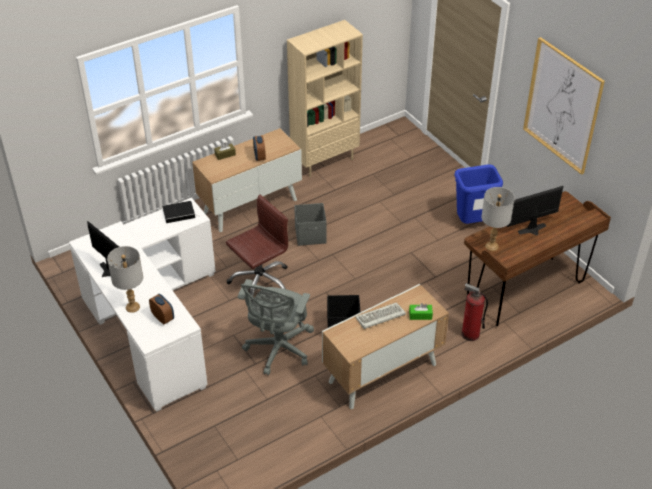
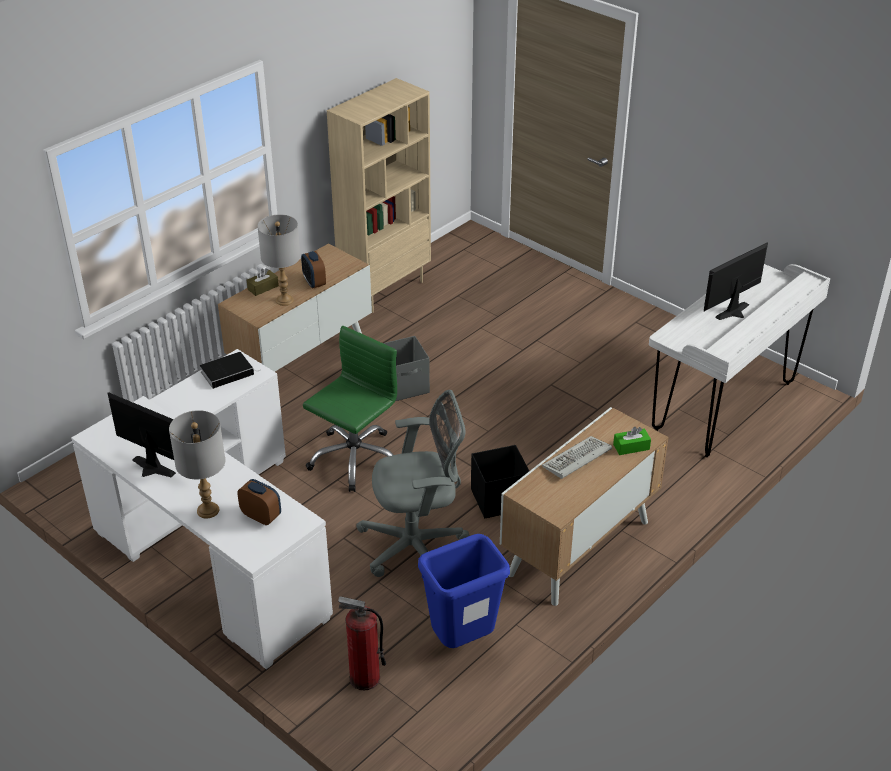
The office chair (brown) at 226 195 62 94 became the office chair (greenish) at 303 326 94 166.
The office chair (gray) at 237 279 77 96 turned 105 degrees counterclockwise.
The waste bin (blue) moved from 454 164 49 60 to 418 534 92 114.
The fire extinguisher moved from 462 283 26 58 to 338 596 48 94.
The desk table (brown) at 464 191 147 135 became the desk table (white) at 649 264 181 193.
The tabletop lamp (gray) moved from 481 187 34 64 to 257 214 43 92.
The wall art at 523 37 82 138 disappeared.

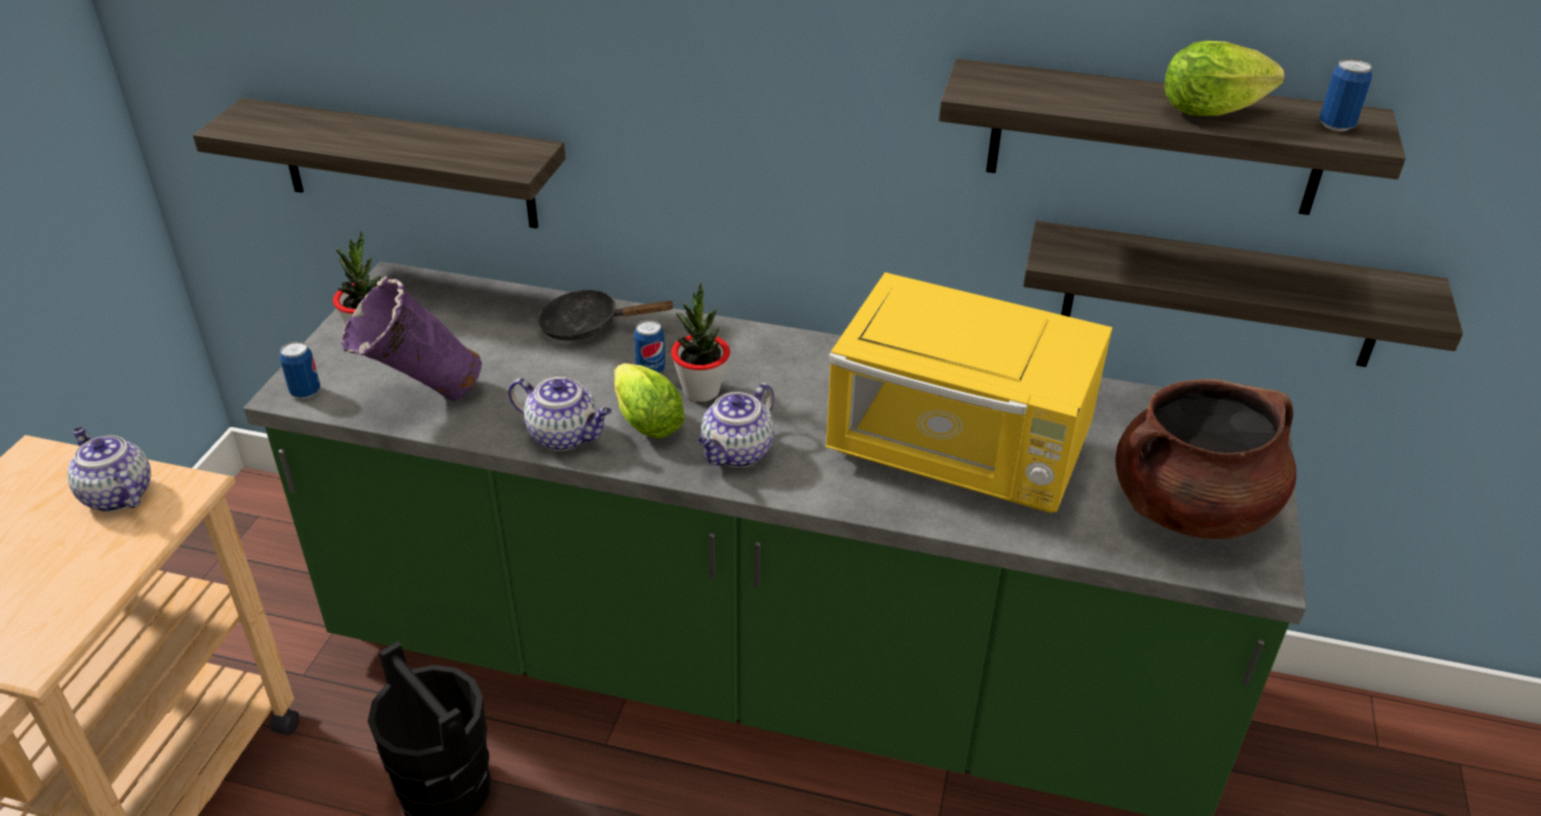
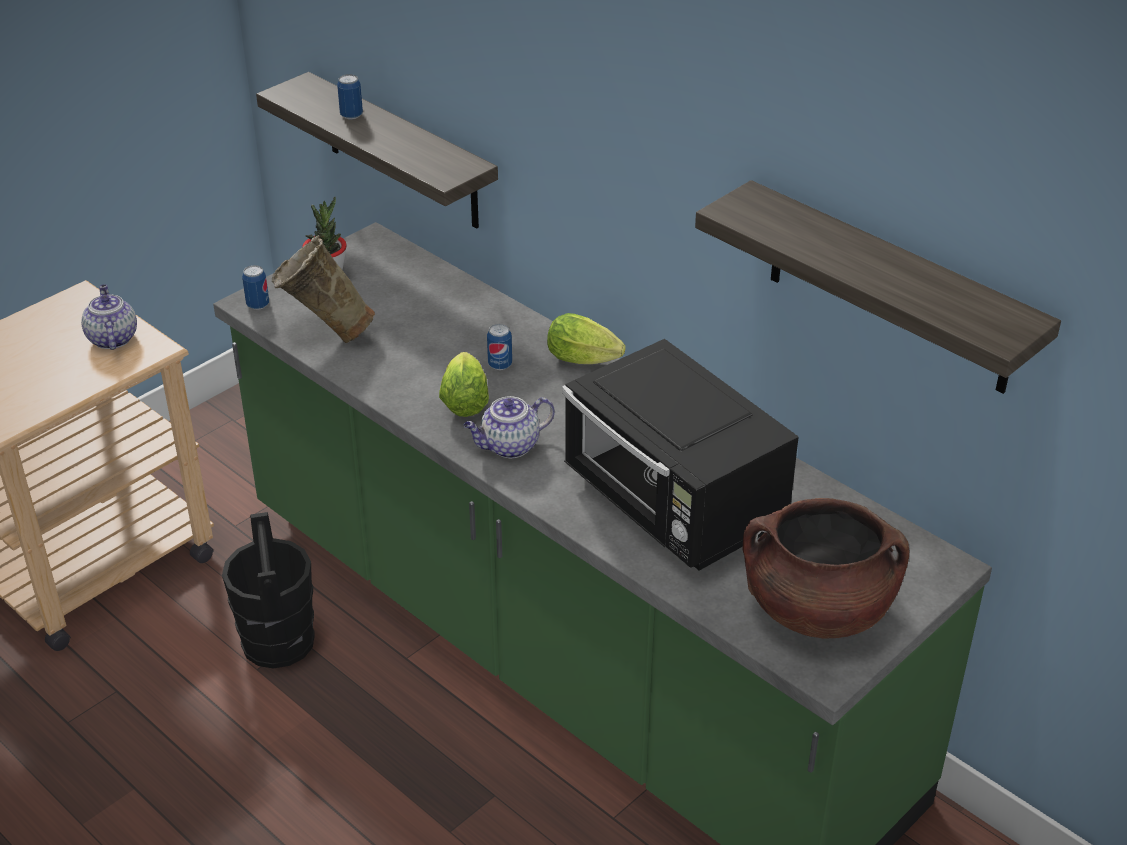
The vase (purple-coloured) at 341 276 141 125 became the vase (sand-coloured) at 272 235 103 108.
The pot for tea at 508 377 104 74 disappeared.
The pan (blackish) at 537 289 138 52 disappeared.
The houseplant at 671 283 59 119 disappeared.
The microwave oven (yellowish) at 825 272 288 241 became the microwave oven (blackish) at 562 339 237 232.
The bracket shelf at 1023 221 440 146 disappeared.
The lettuce moved from 1165 41 120 75 to 547 313 79 51.
The can moved from 1319 58 53 73 to 337 74 26 45.

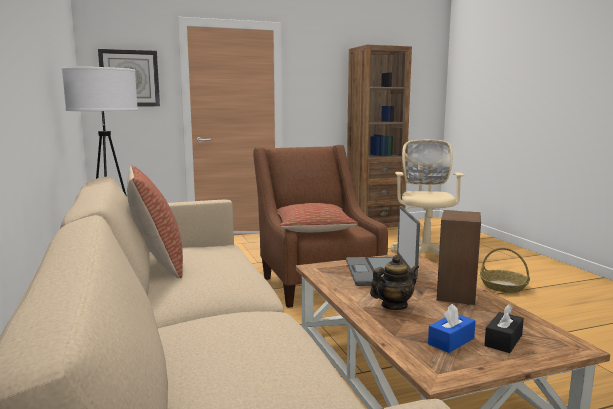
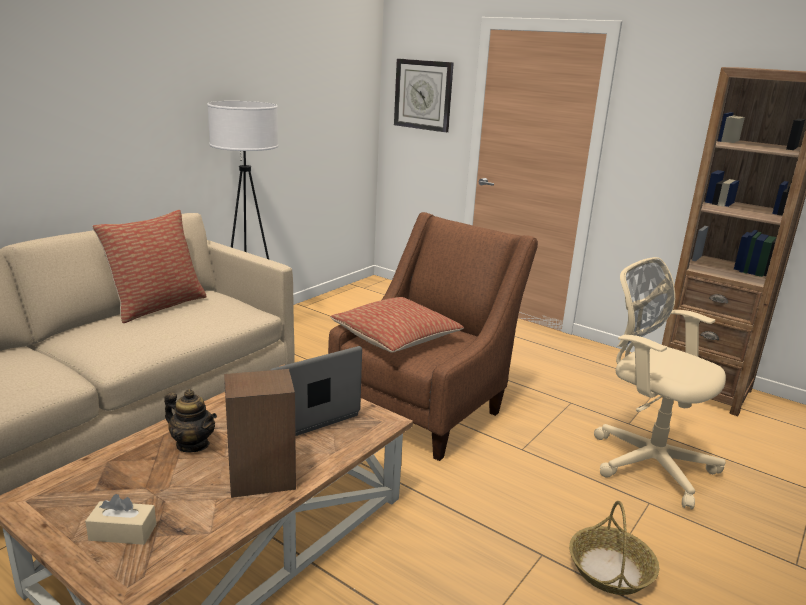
The office chair (sand-coloured) at 390 139 74 116 turned 105 degrees counterclockwise.
The tissue box (blue) at 428 304 48 49 disappeared.
The tissue box (blackish) at 484 304 40 49 became the tissue box (sand-coloured) at 85 494 71 51.

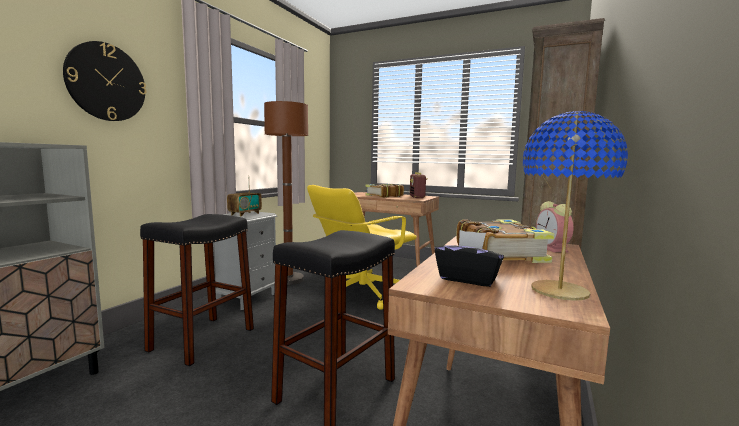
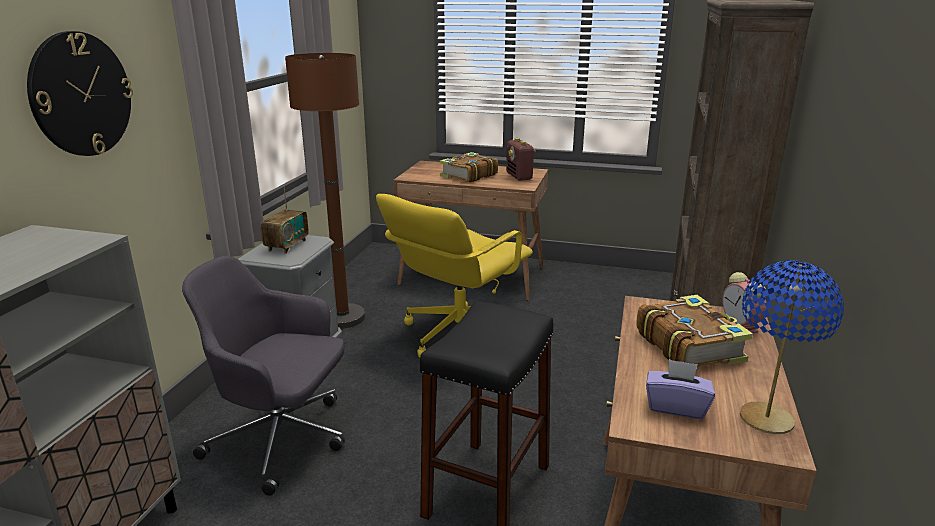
The sitting stool (blackish) at 140 214 114 152 was replaced by the office chair (gray) at 182 256 163 240.
The tissue box (blackish) at 435 230 69 57 became the tissue box (purple-coloured) at 646 359 69 60.

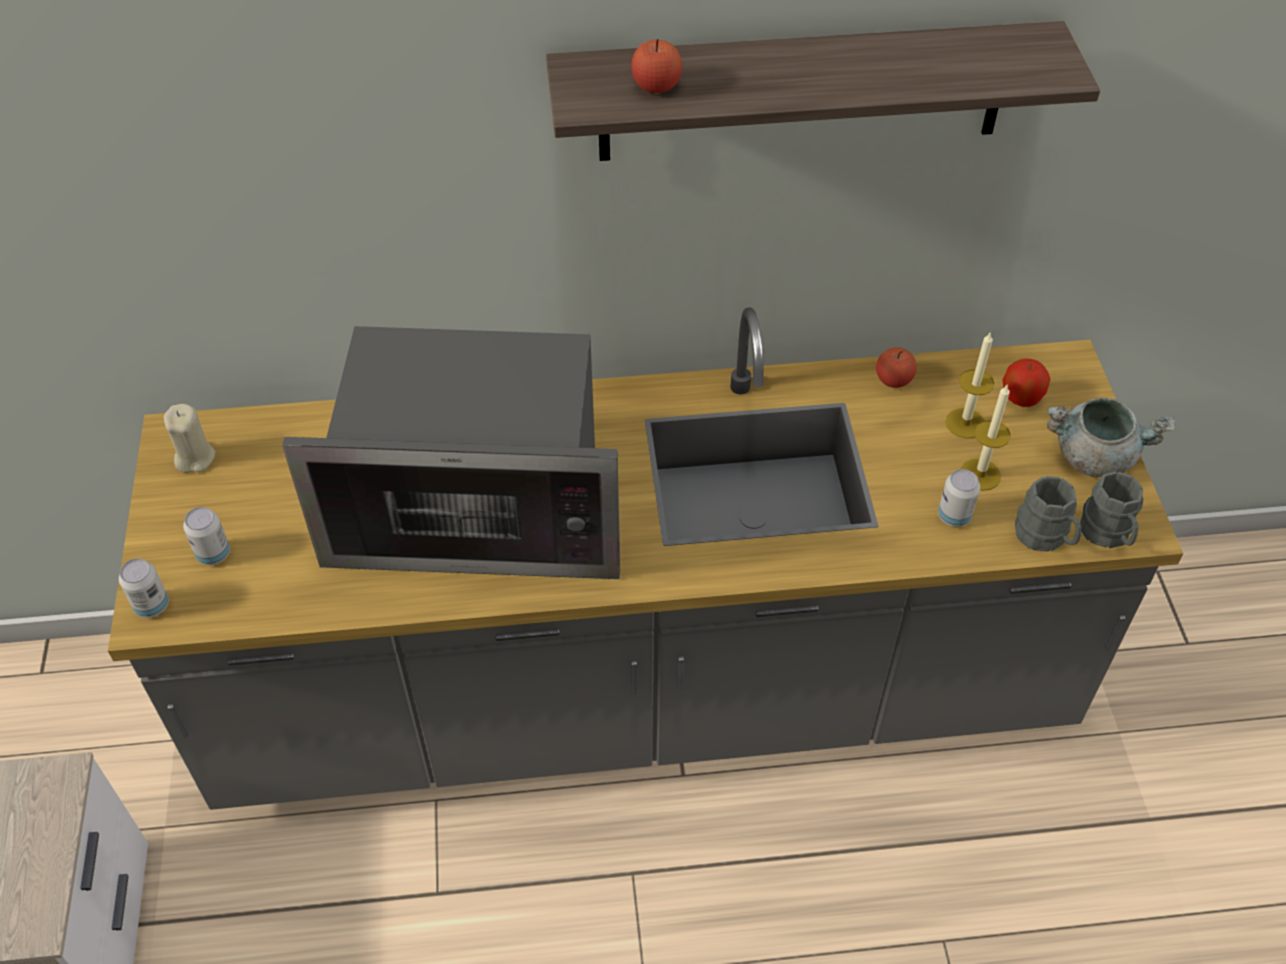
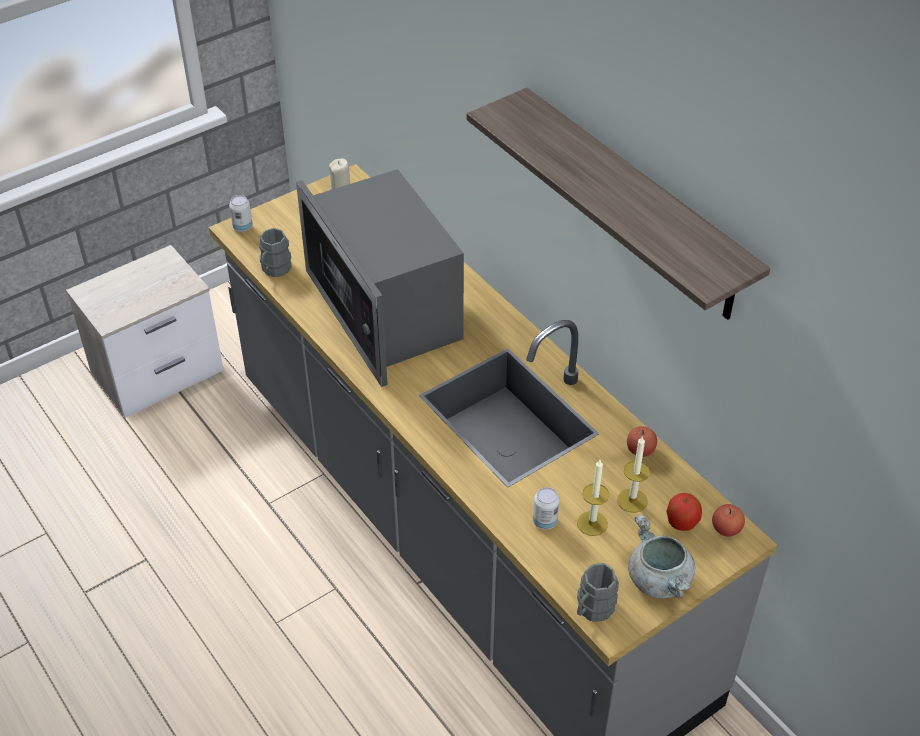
The can at 183 507 47 58 disappeared.
The apple fruit moved from 631 39 51 54 to 712 504 33 33.
The tea mug (gray) moved from 1015 476 66 76 to 259 228 33 49.

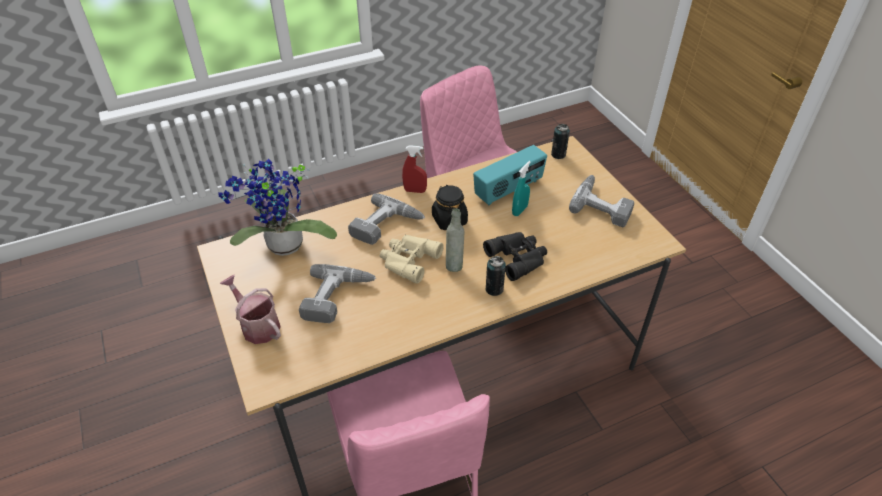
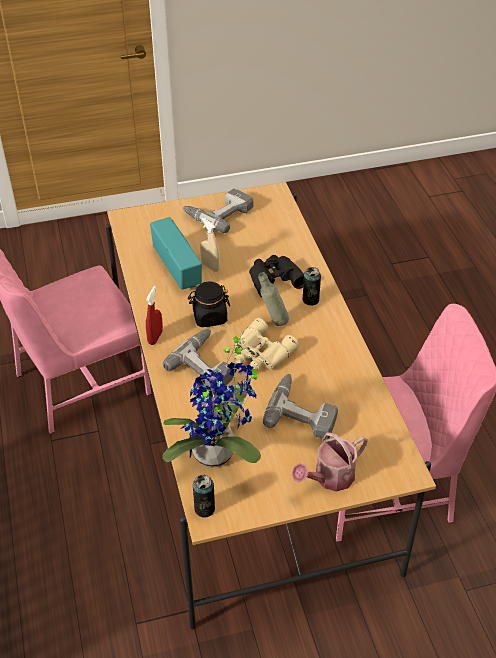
The hand sprayer (turquoise) at 512 161 19 55 became the hand sprayer (sand-coloured) at 200 217 20 55.
The can moved from 551 124 19 35 to 193 475 22 43.

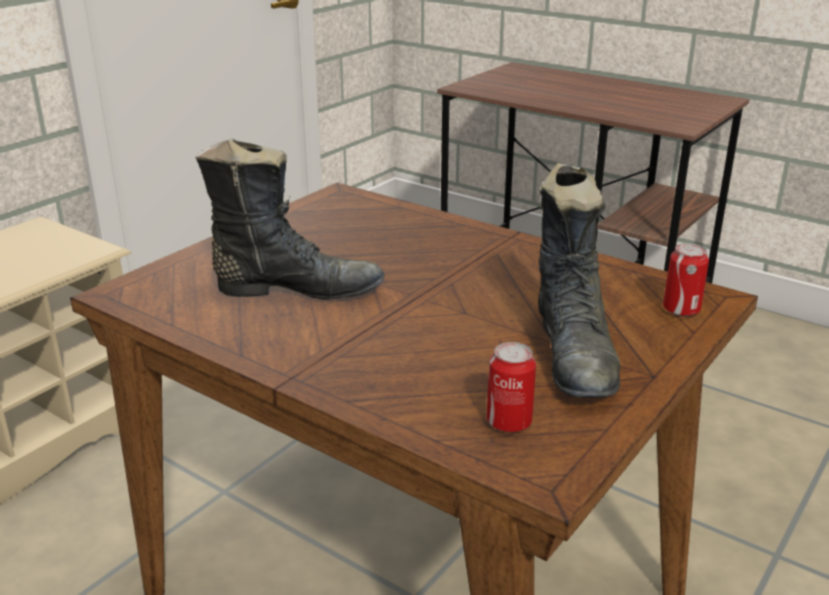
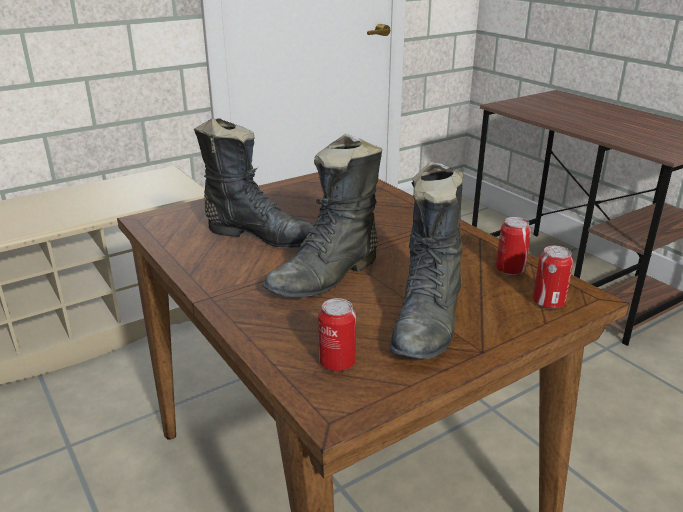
The boot (blackish) at 262 133 120 164 appeared.
The can at 496 217 35 58 appeared.

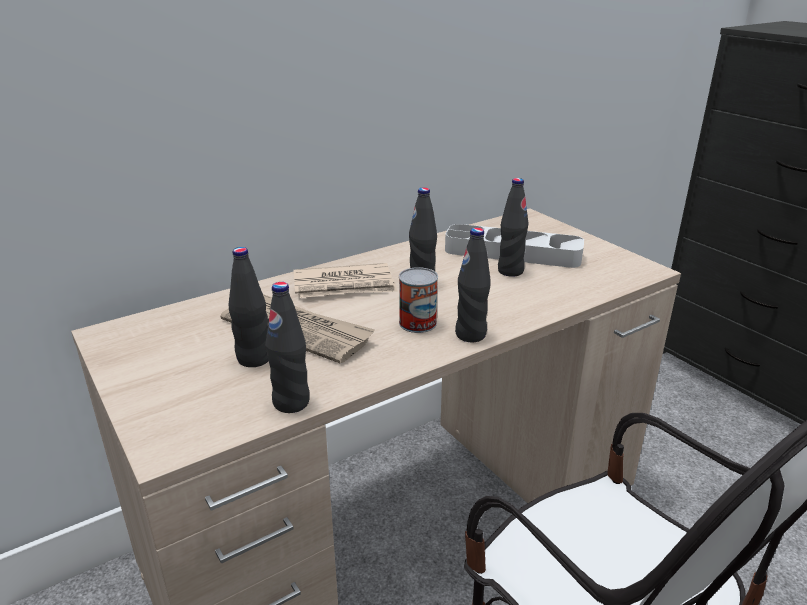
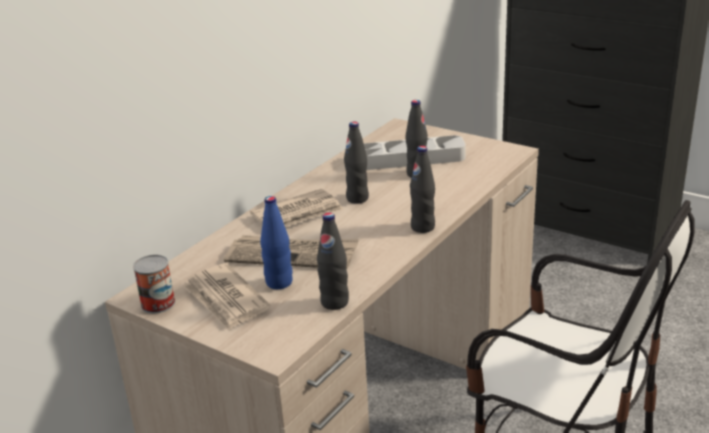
The drink bottle (blackish) at 228 247 40 120 became the drink bottle (blue) at 260 196 33 93.
The can moved from 399 267 39 66 to 133 255 42 59.
The daily paper at 183 263 87 68 appeared.

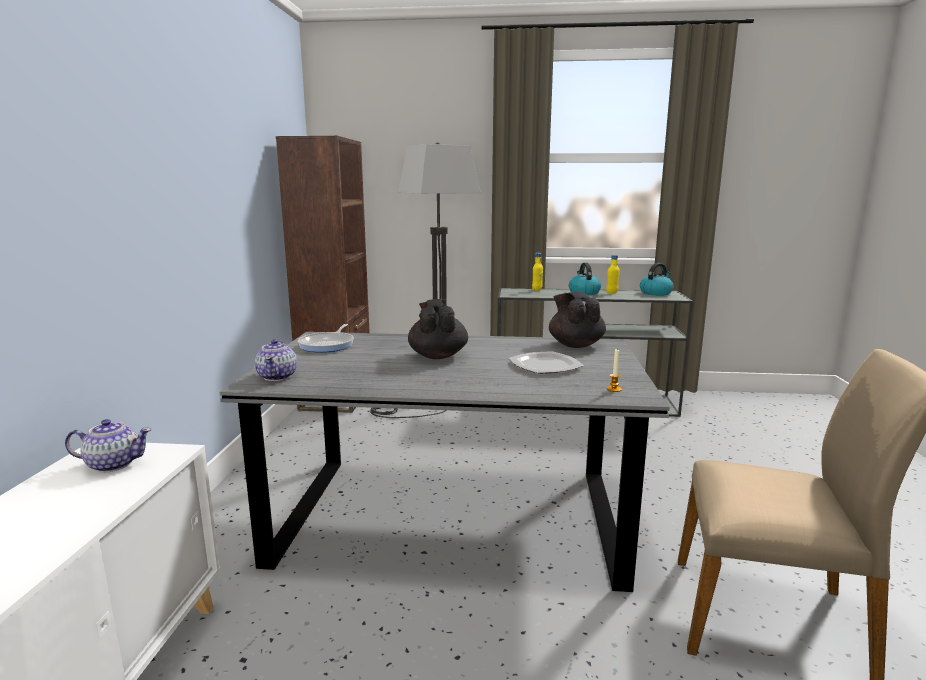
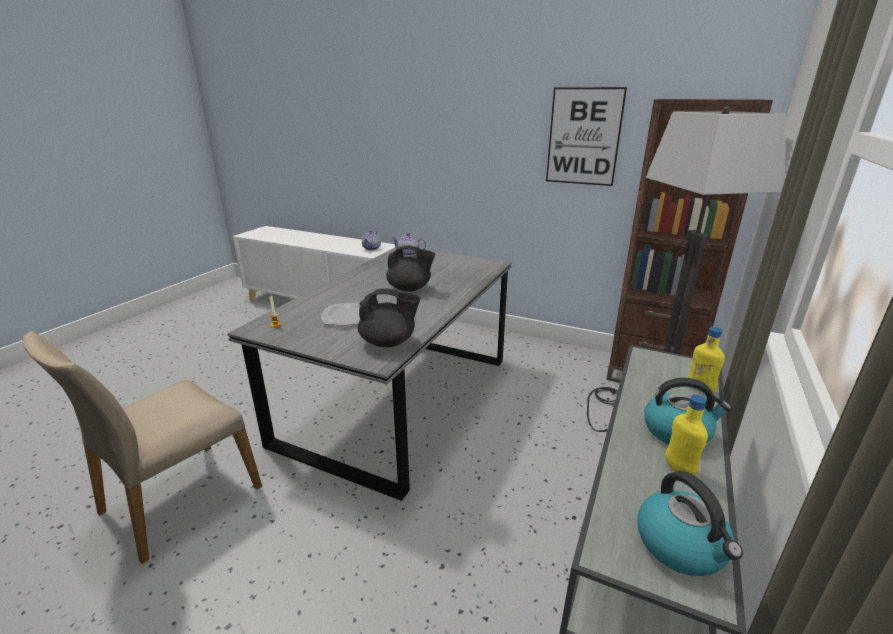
The pan at 298 324 56 29 disappeared.
The wall art at 546 87 81 99 appeared.

